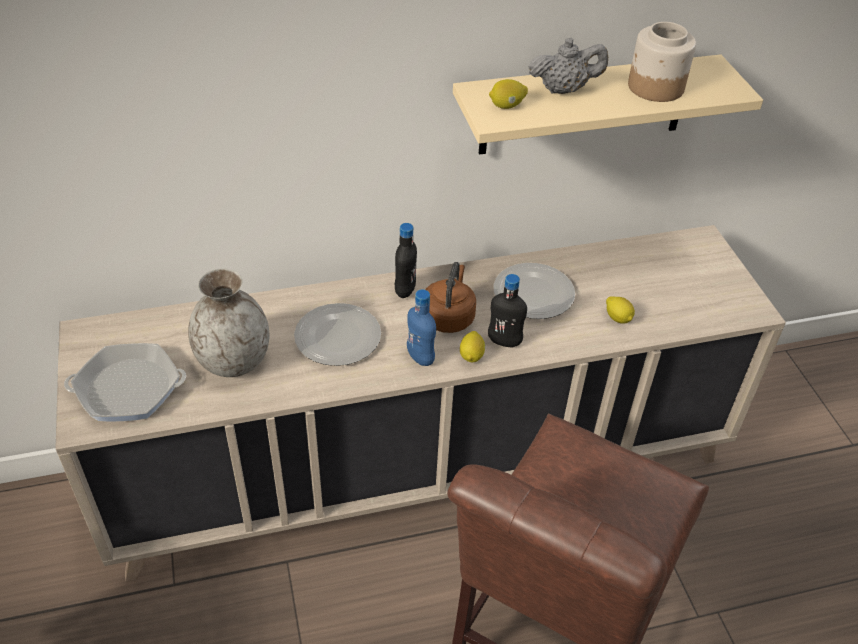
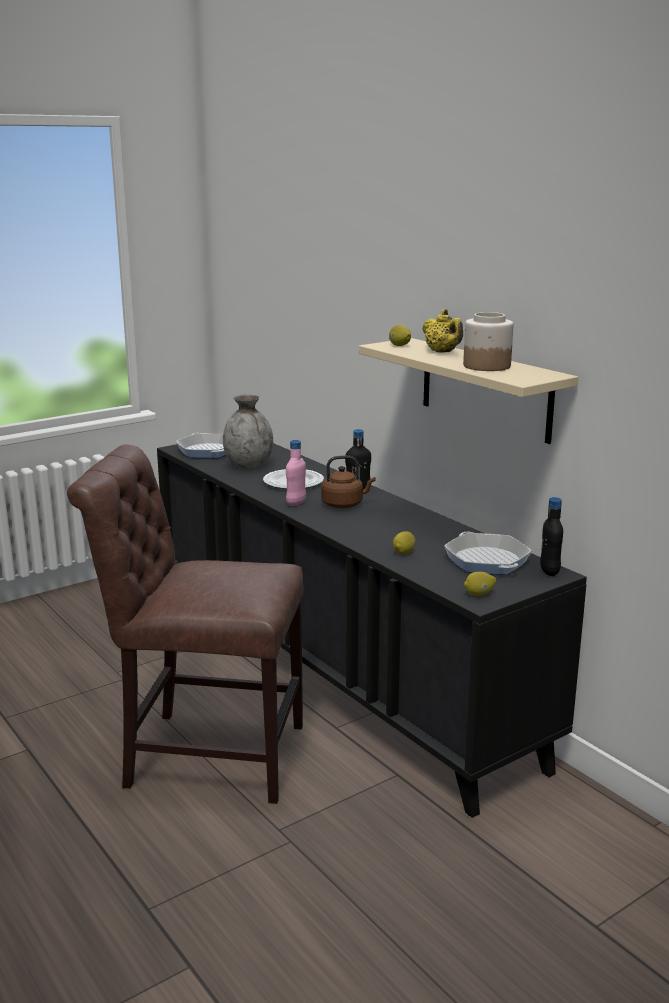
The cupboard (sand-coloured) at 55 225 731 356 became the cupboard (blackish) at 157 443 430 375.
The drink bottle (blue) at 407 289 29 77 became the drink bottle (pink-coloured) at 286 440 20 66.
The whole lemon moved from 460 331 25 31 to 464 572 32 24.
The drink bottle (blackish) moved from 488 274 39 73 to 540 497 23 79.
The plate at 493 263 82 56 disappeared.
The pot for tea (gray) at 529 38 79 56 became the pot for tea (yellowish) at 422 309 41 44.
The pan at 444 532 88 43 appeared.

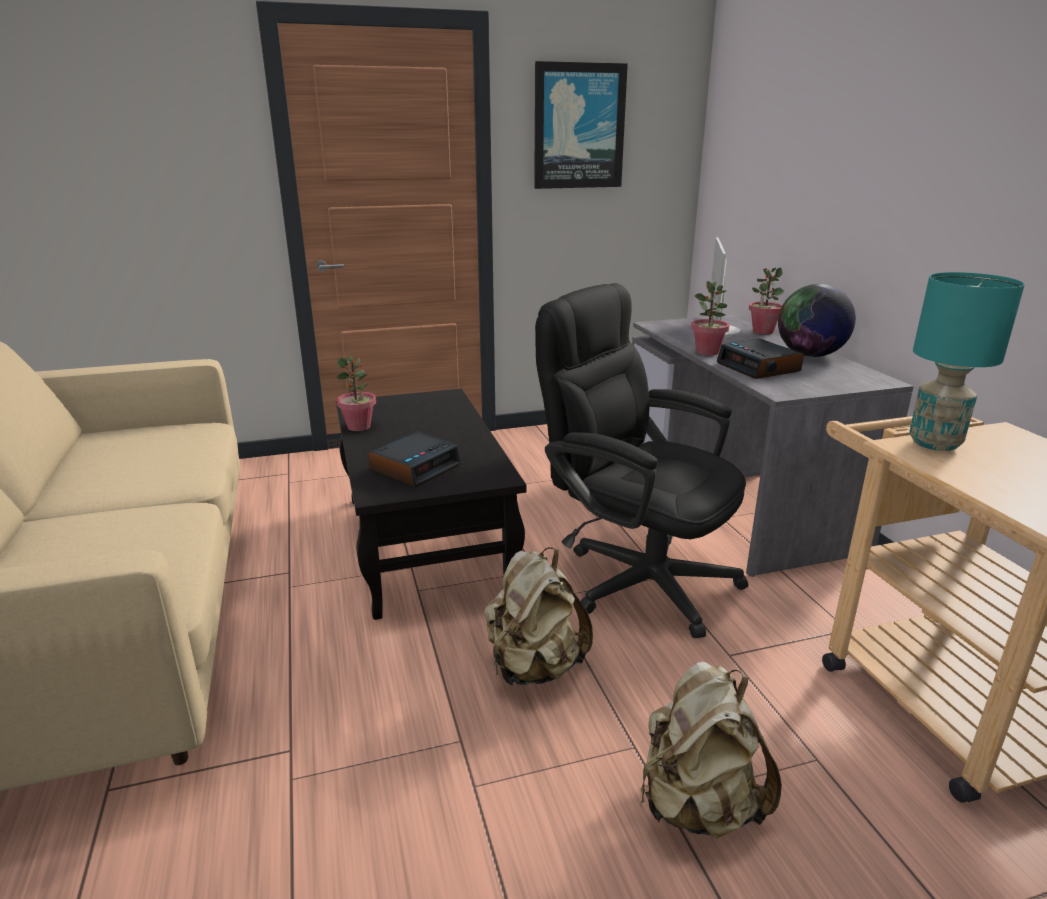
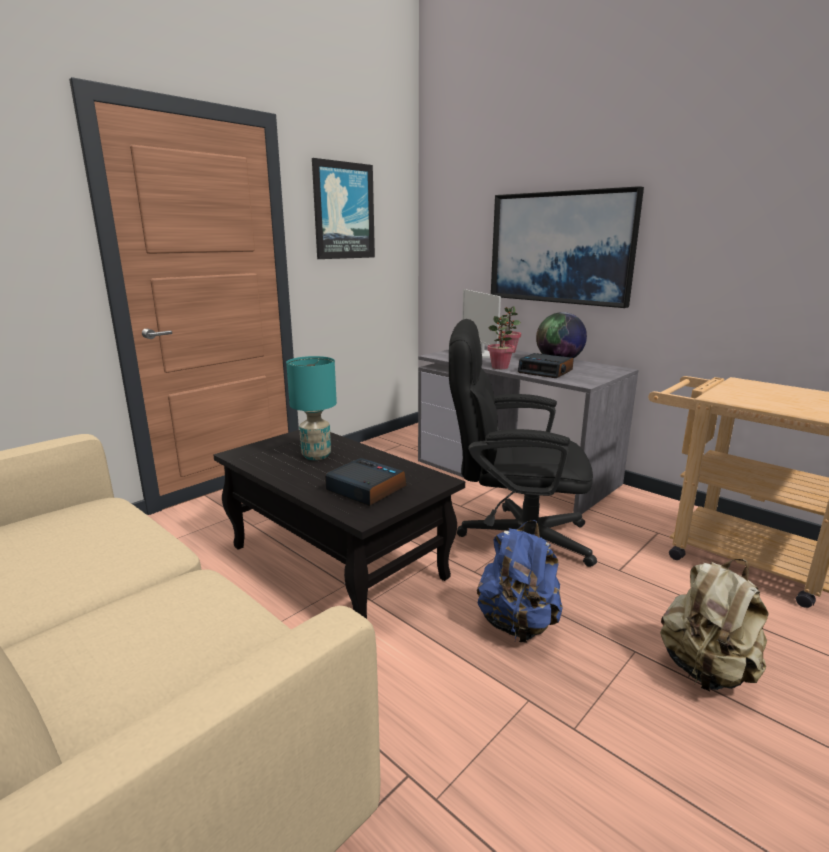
The houseplant at 336 356 40 75 disappeared.
The table clock at 368 432 93 55 turned 60 degrees counterclockwise.
The knapsack (sand-coloured) at 484 547 109 139 became the knapsack (blue) at 477 520 86 123.
The tabletop lamp (turquoise) moved from 910 272 115 179 to 286 356 51 104.
The wall art at 491 186 153 122 appeared.

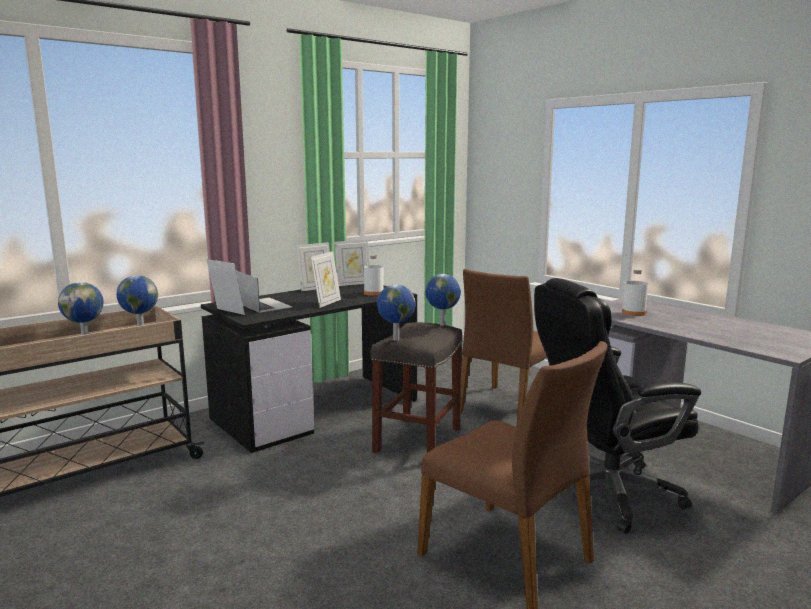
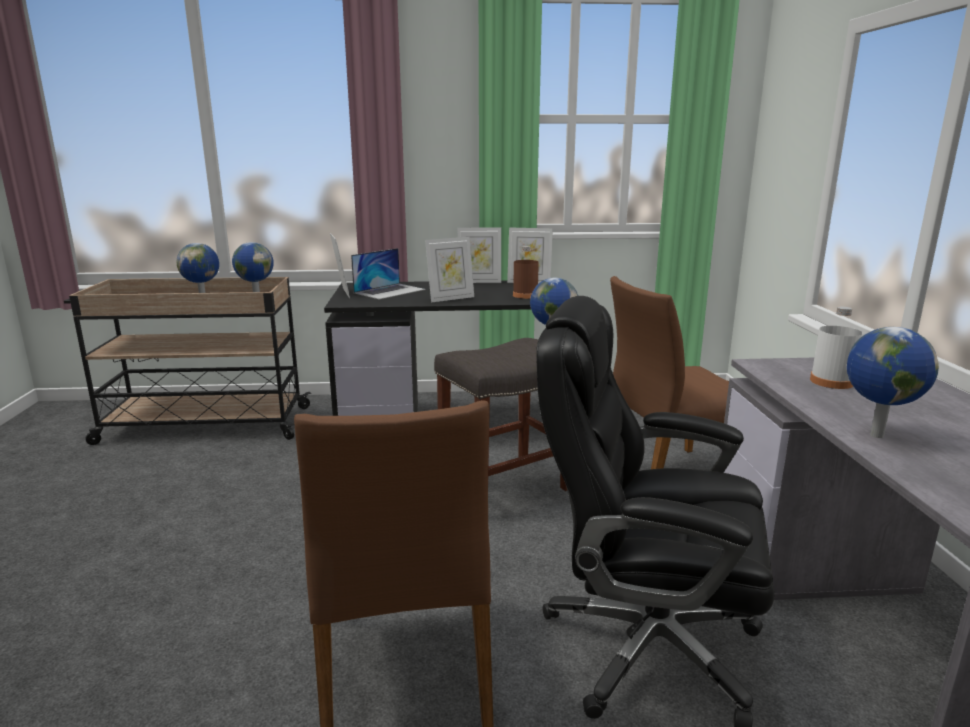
The portable computer at 236 271 57 42 turned 45 degrees clockwise.
The drink bottle (white) at 364 255 20 41 became the drink bottle (brown) at 513 246 26 53.
The globe moved from 377 284 38 57 to 847 327 92 111.

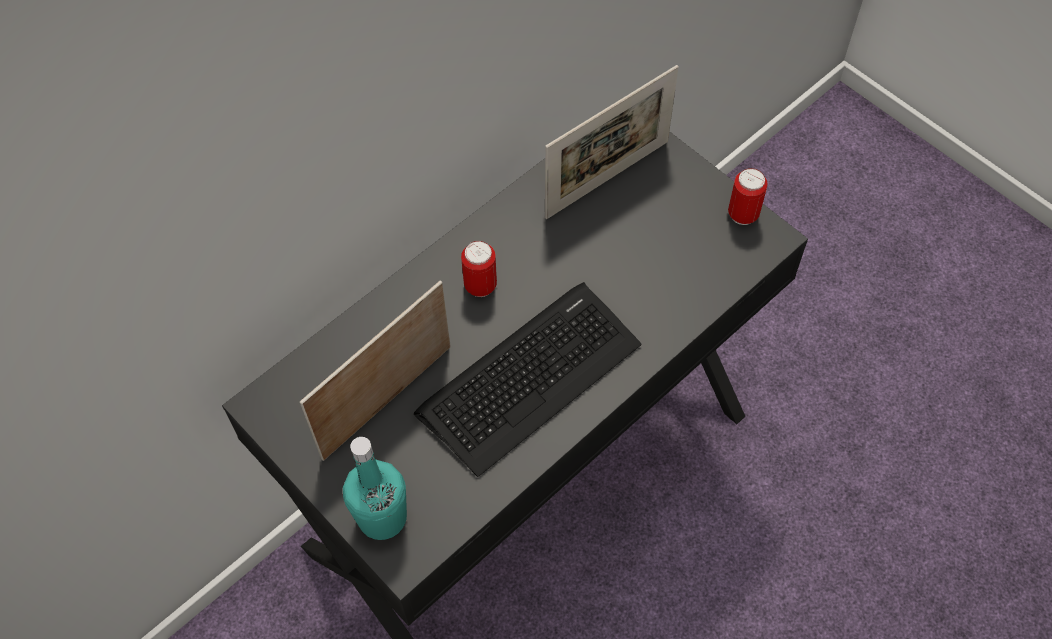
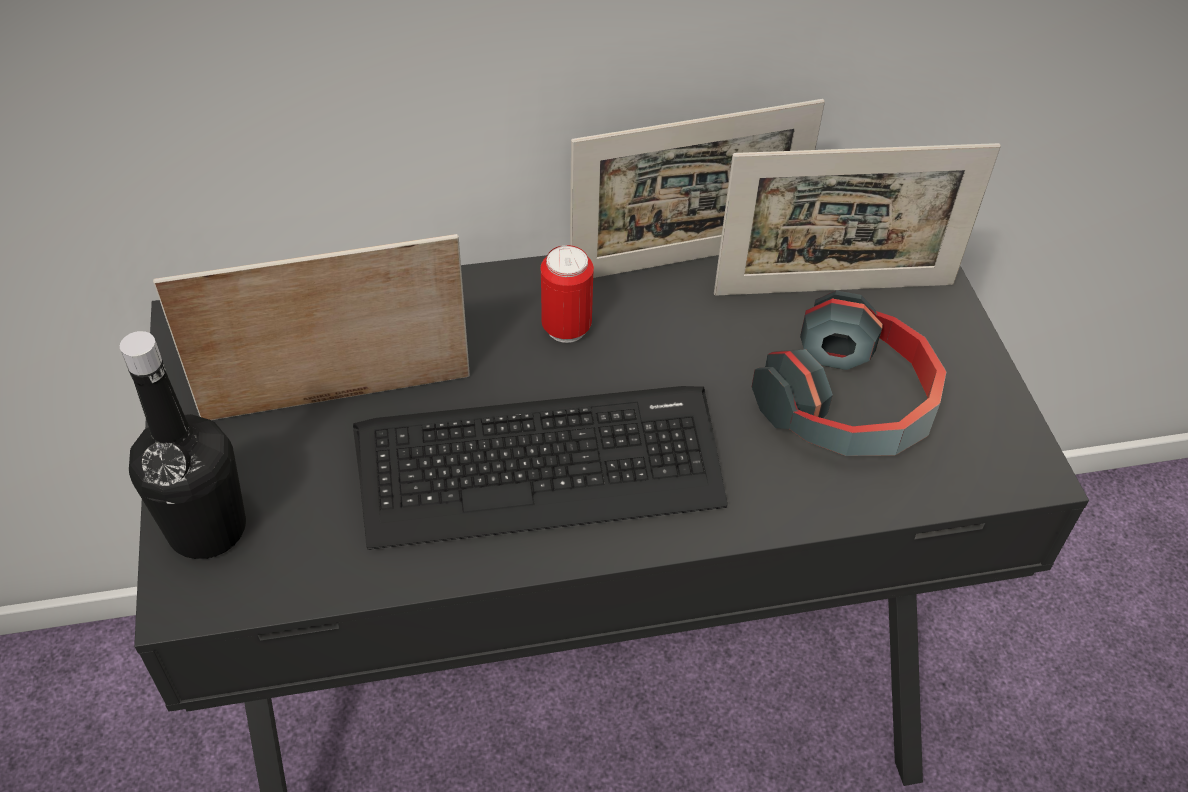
The drink bottle (turquoise) at 343 437 64 103 became the drink bottle (blackish) at 120 331 126 228.
The can at 728 168 40 57 disappeared.
The photo frame at 570 99 255 179 appeared.
The headphones at 752 290 195 166 appeared.

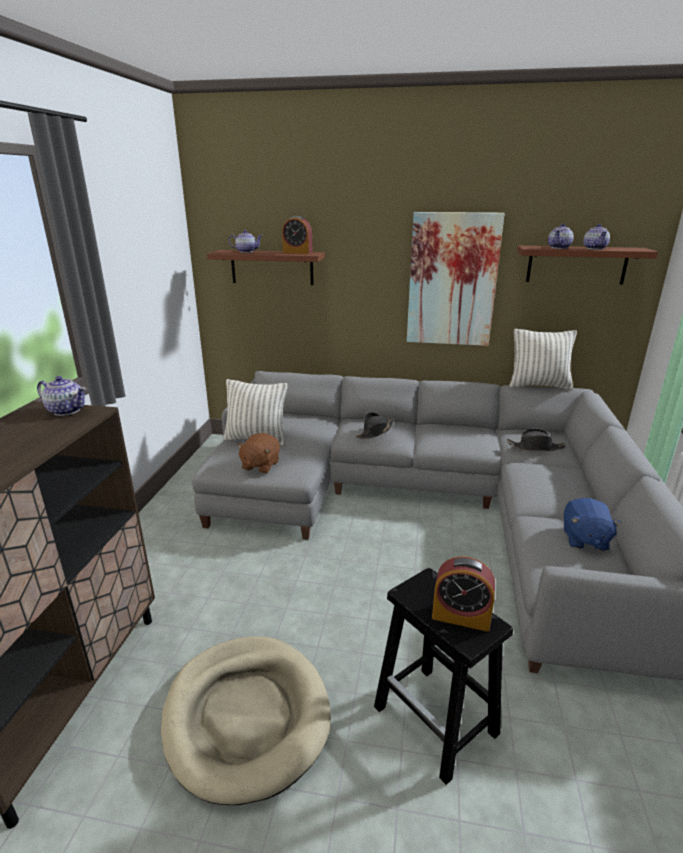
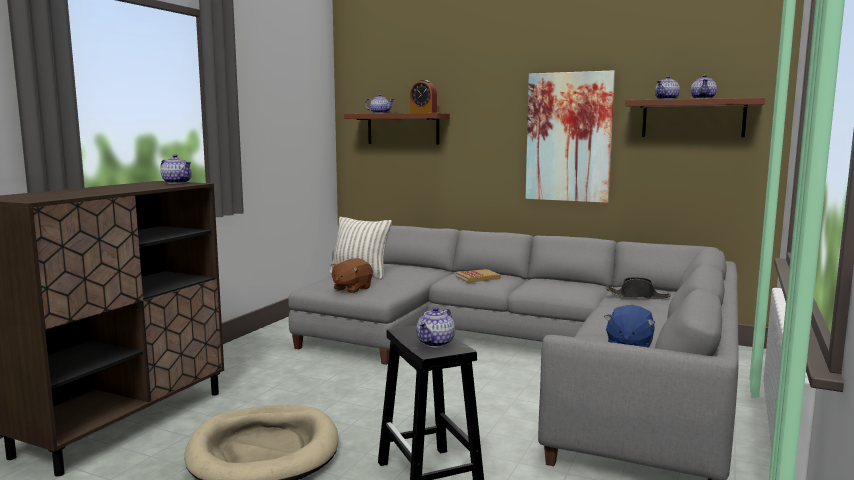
The wearable hat (blackish) at 356 412 39 27 was replaced by the volume at 456 269 45 14.
The table clock at 432 556 63 76 was replaced by the pot for tea at 416 307 39 40.
The cushion at 509 329 68 61 disappeared.

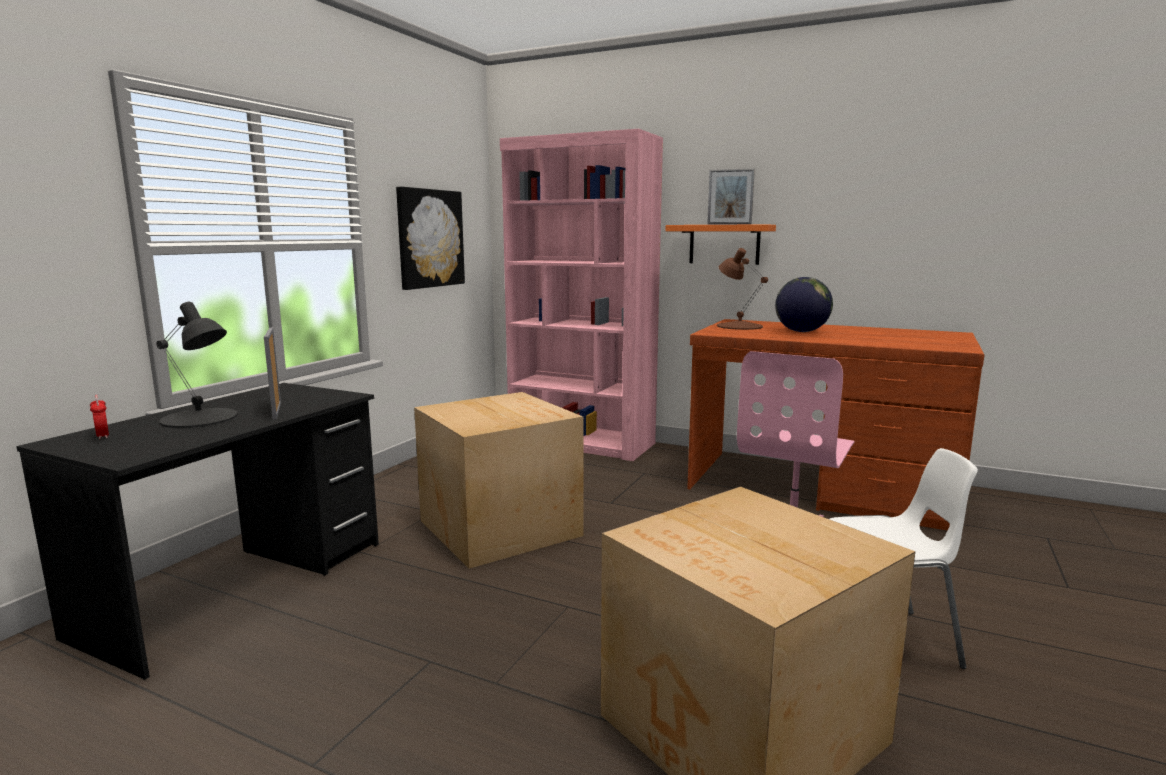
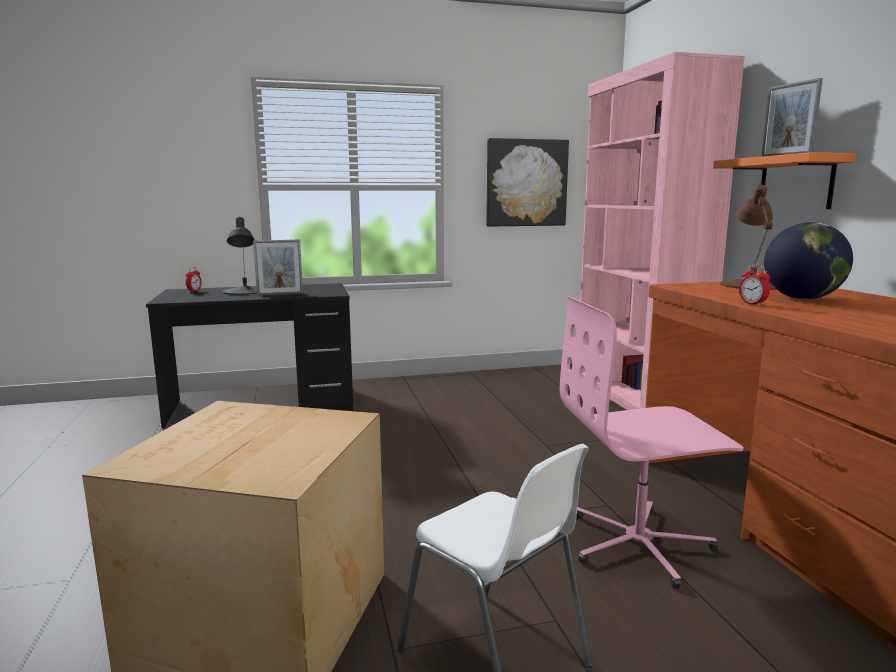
The photo frame at 264 328 17 91 turned 135 degrees counterclockwise.
The carton at 414 392 170 177 disappeared.
The table clock at 739 265 31 41 appeared.

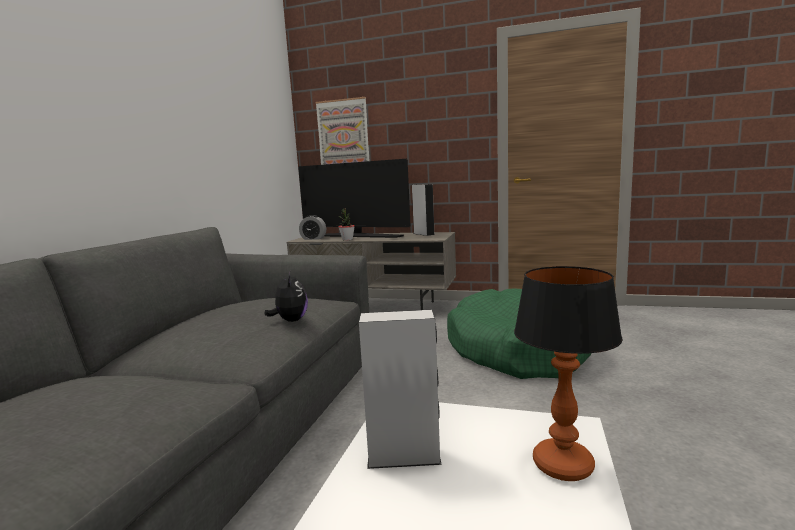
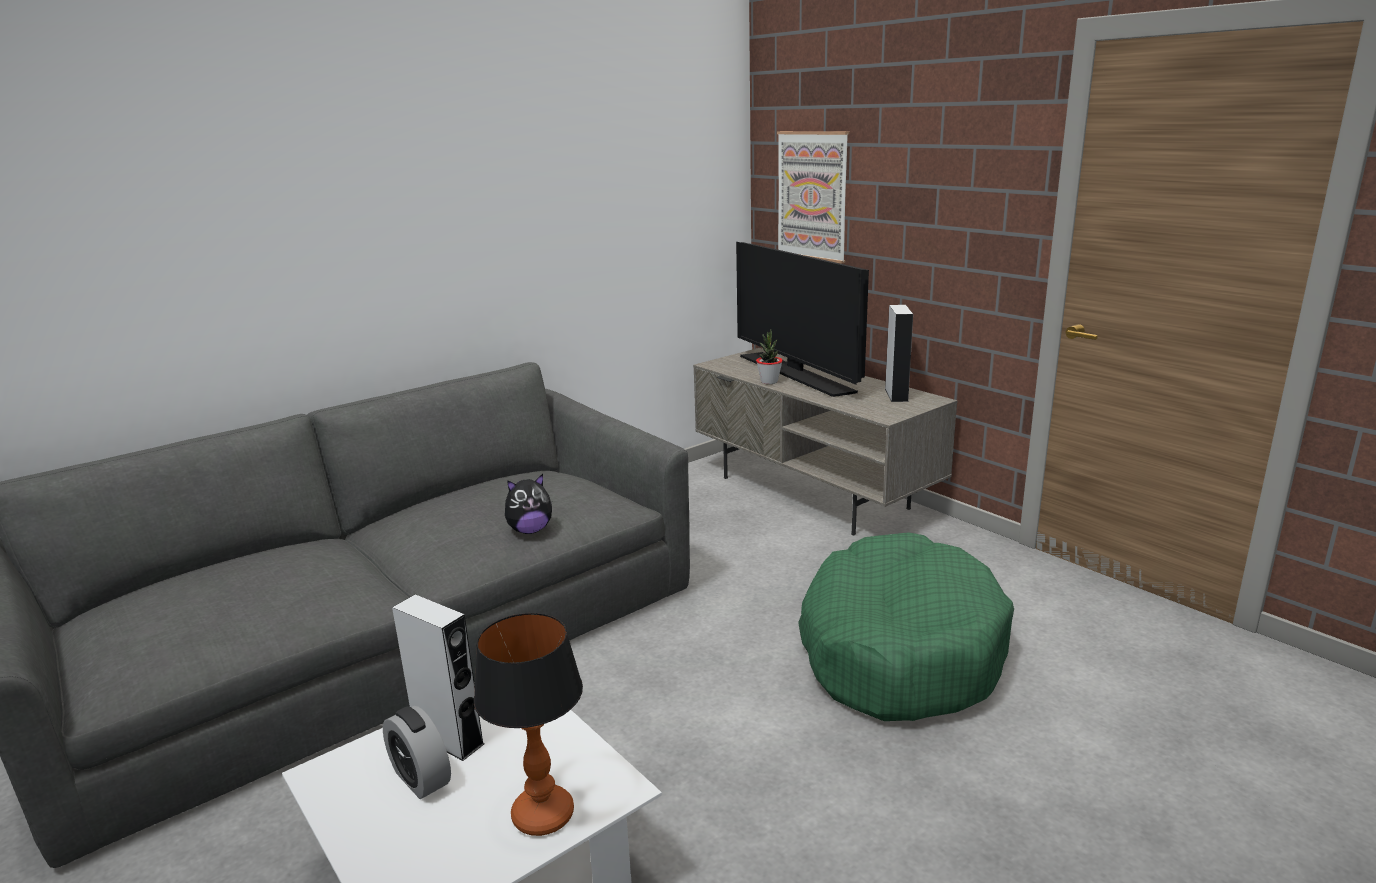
The plush toy at 264 272 44 50 turned 45 degrees clockwise.
The table clock moved from 299 215 27 25 to 383 706 68 93.

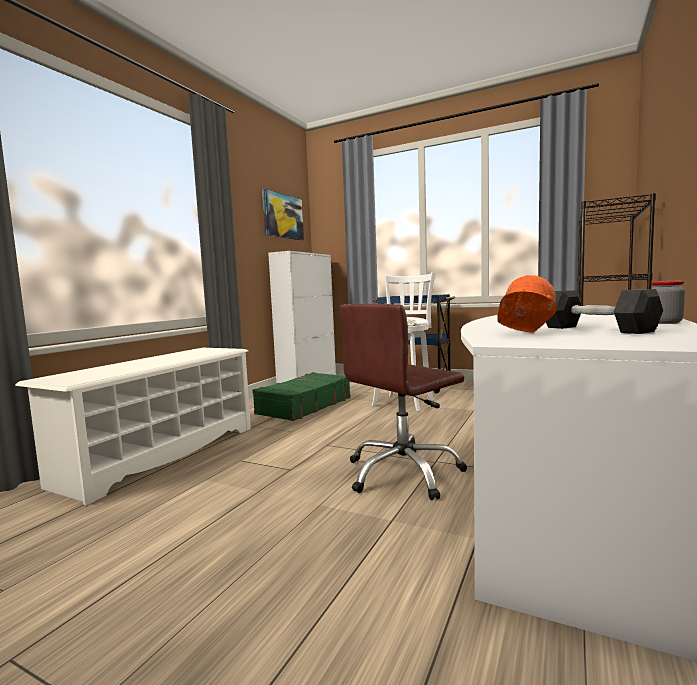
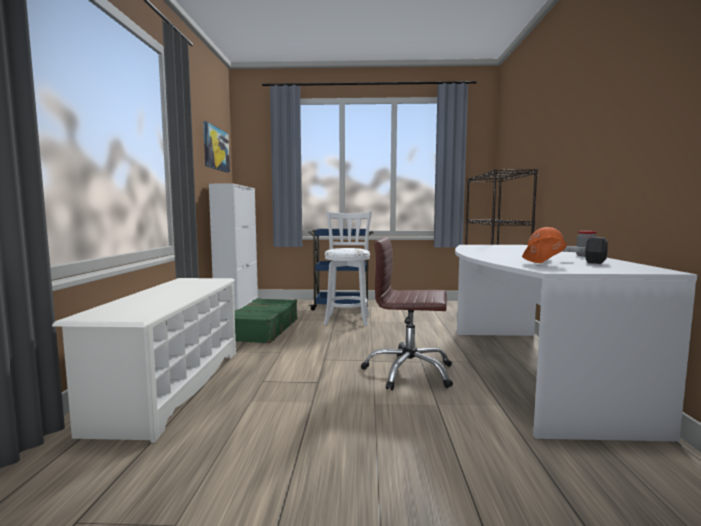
The office chair (brown) at 340 304 127 196 turned 75 degrees clockwise.

